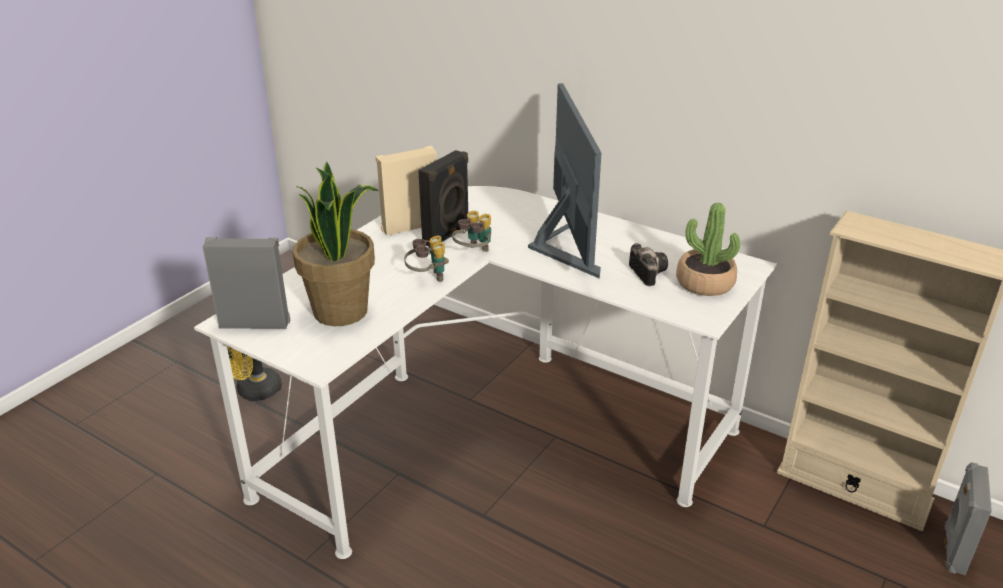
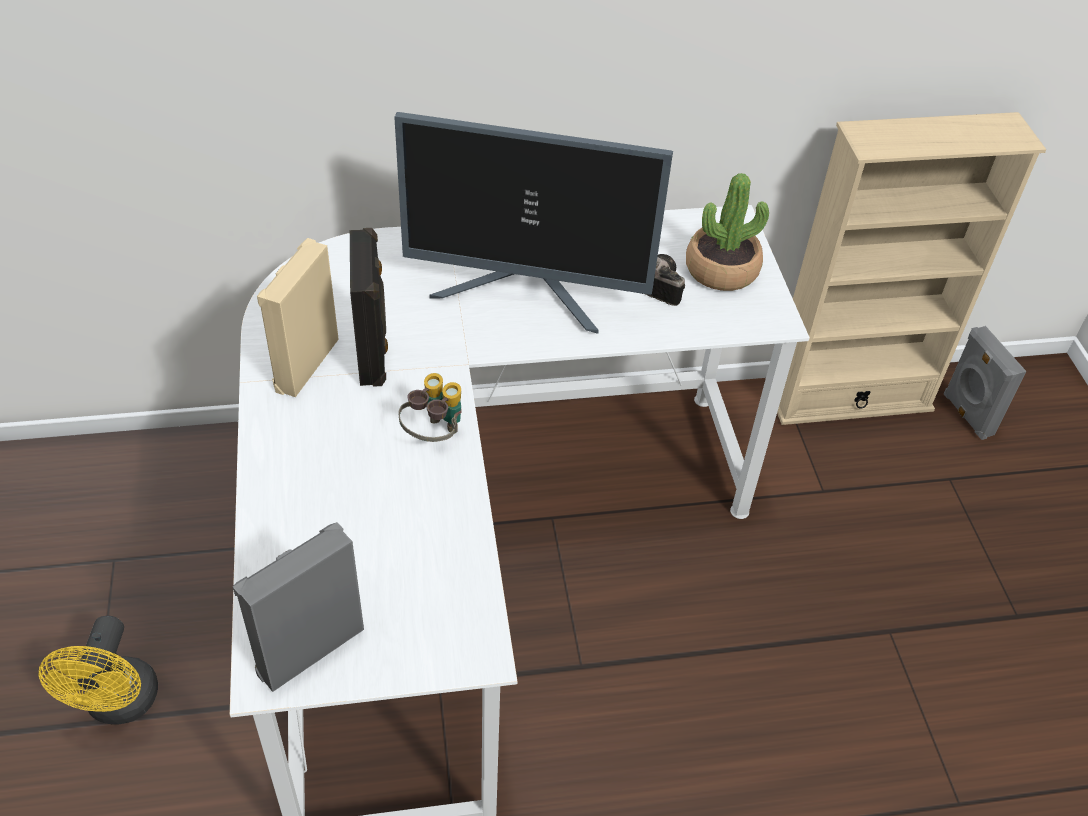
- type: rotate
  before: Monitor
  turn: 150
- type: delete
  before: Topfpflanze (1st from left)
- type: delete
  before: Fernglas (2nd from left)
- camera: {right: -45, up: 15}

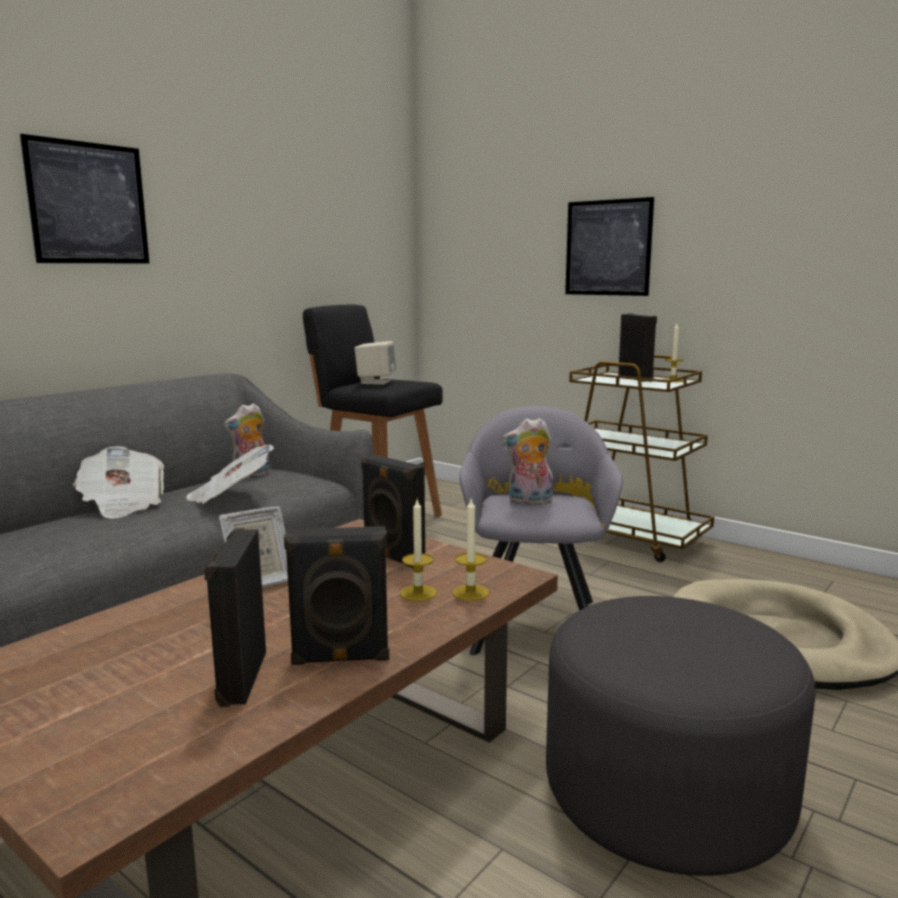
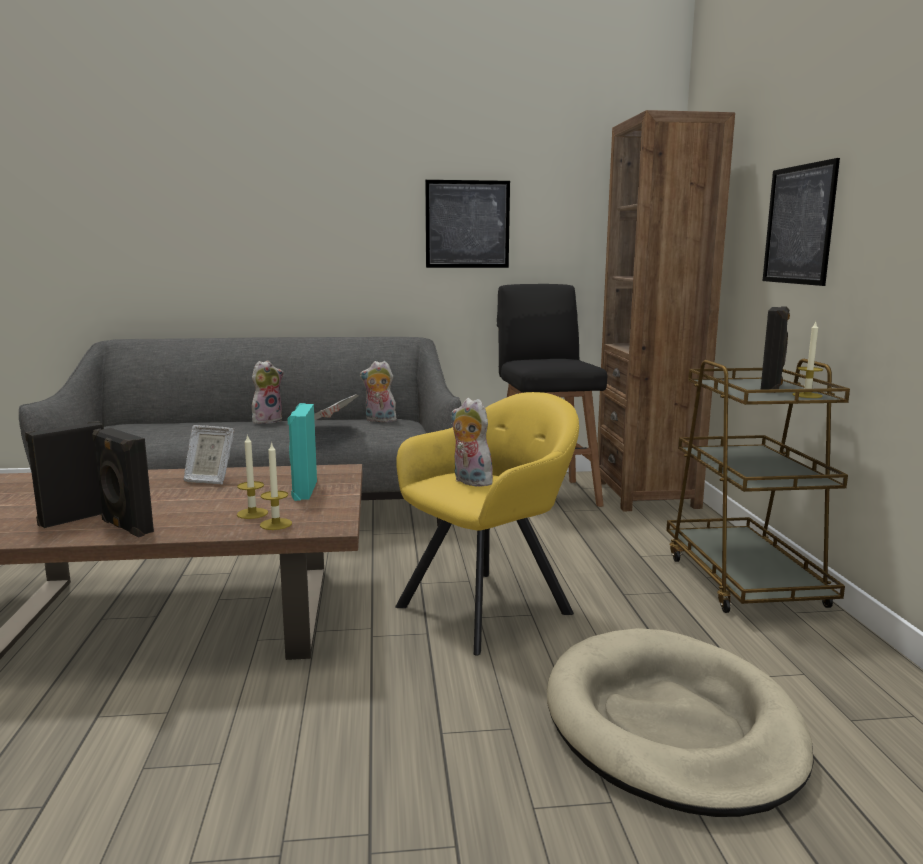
- type: move
  before: Bild (1st from left)
- type: delete
  before: Lautsprecher (beige)
- type: recolor
  before: Sessel (grau)
  after: Sessel (gelb)
- type: replace
  before: Zeitung (1st from left)
  after: Plüschtier (1st from left)
- type: recolor
  before: Lautsprecher (schwarz) (3rd from left)
  after: Lautsprecher (türkis)
- type: delete
  before: Polsterhocker (grau)
- type: insert
  after: Bücherregal (braun)
- camera: {right: 45, up: 0}

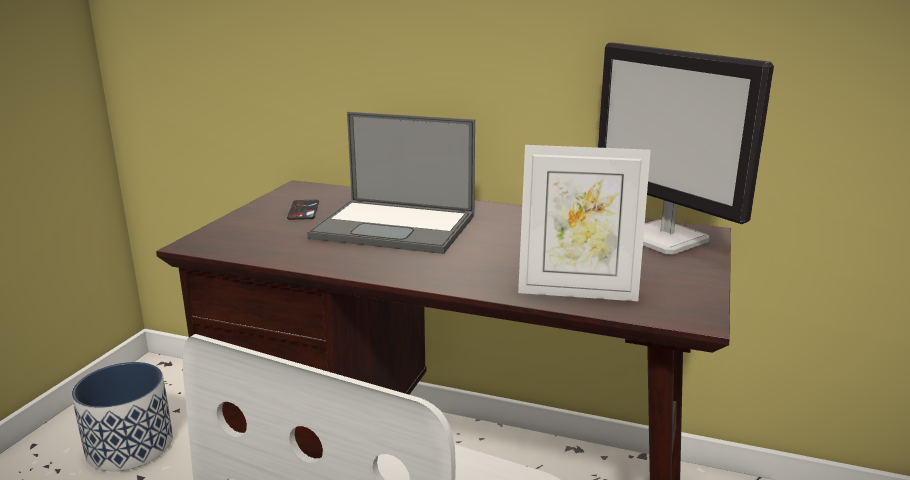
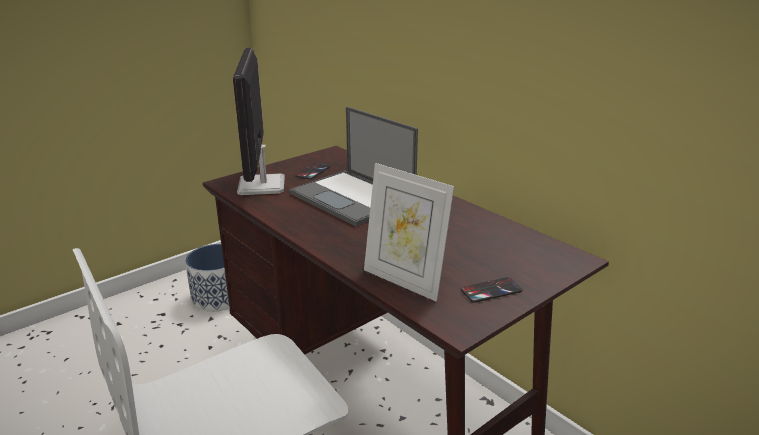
- type: move
  before: Monitor
- type: insert
  after: Handy (2nd from left)
- camera: {right: 30, up: 5}

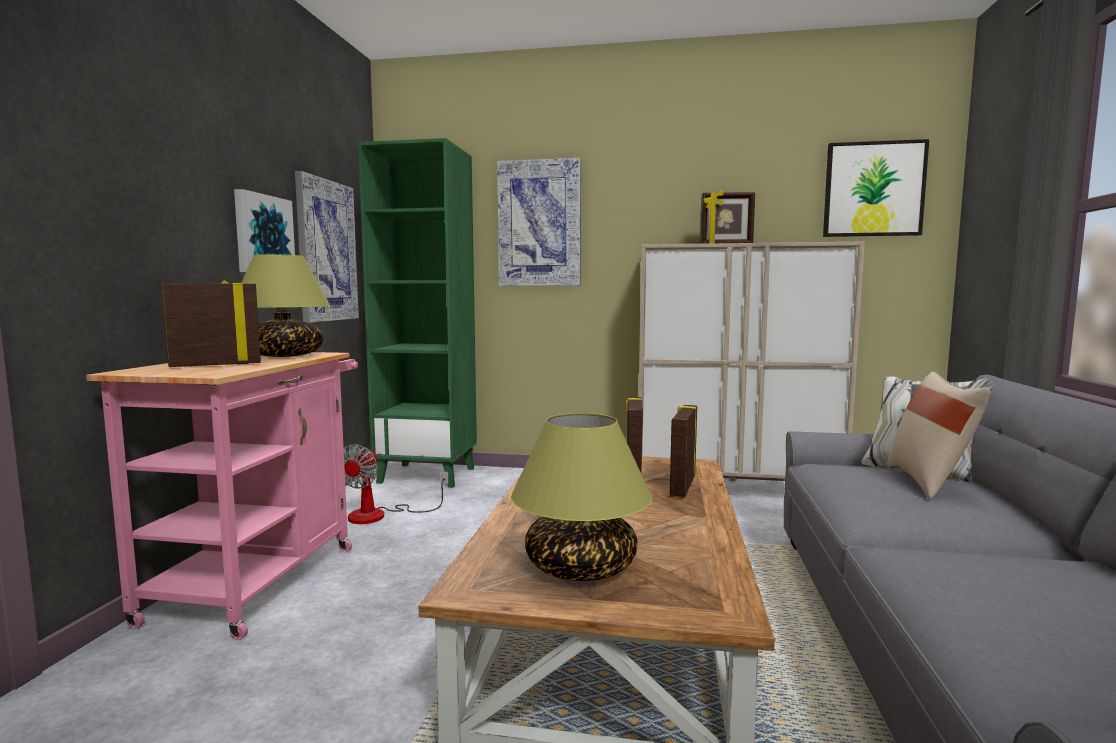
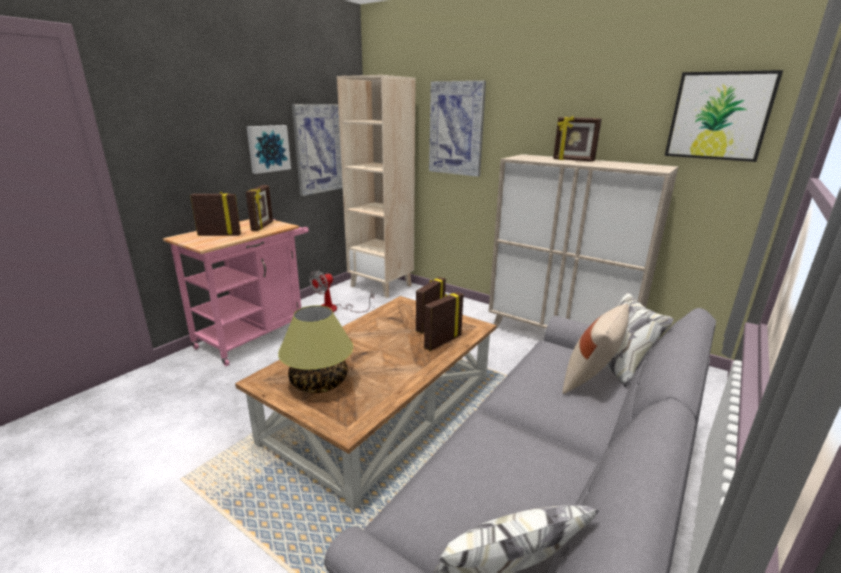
- type: recolor
  before: Bücherregal (grün)
  after: Bücherregal (beige)
- type: replace
  before: Tischlampe (1st from left)
  after: Bilderrahmen (2nd from left)
- camera: {right: 25, up: 15}

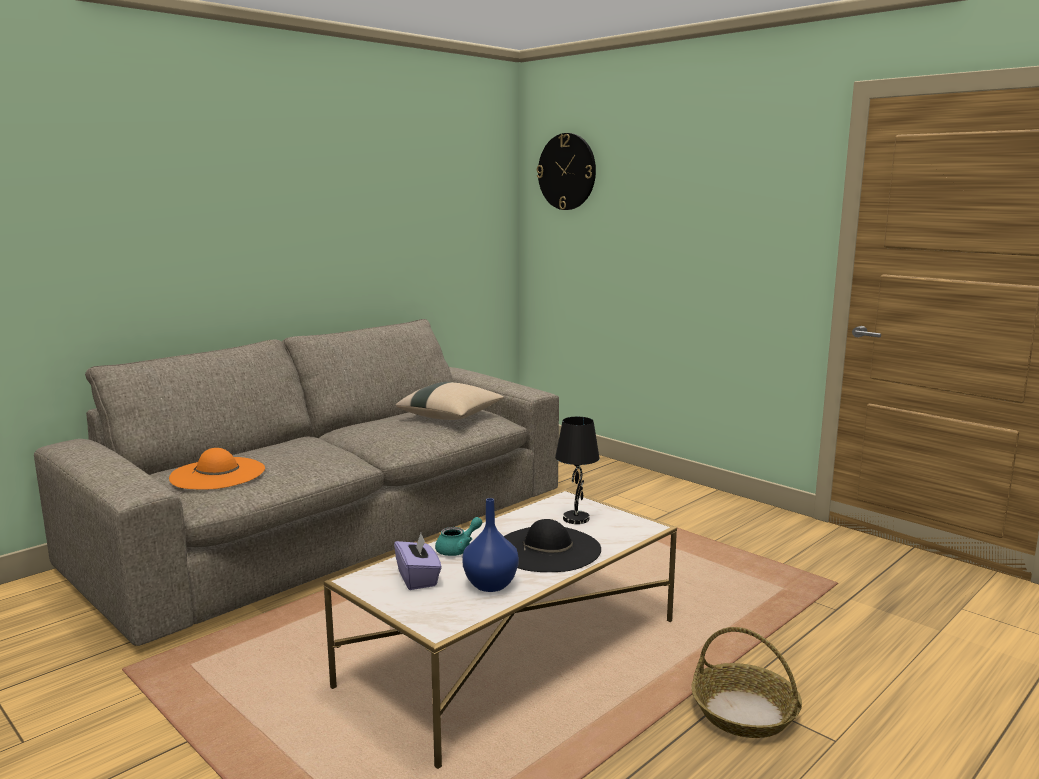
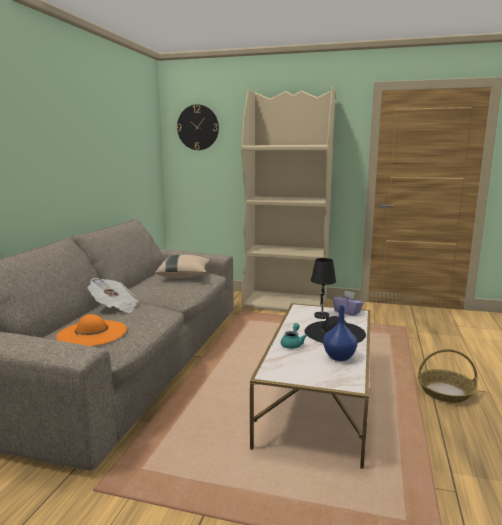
- type: move
  before: Taschentuchbox (lila)
- type: insert
  after: Bücherregal (beige)
- type: insert
  after: Zeitung
- camera: {right: -30, up: 0}

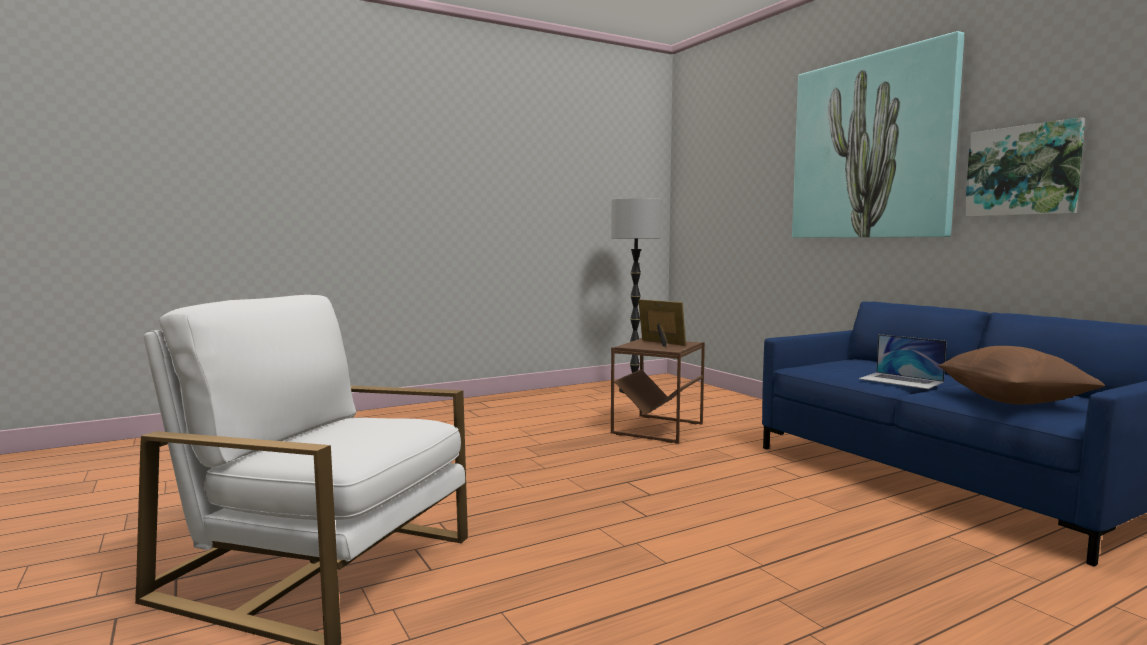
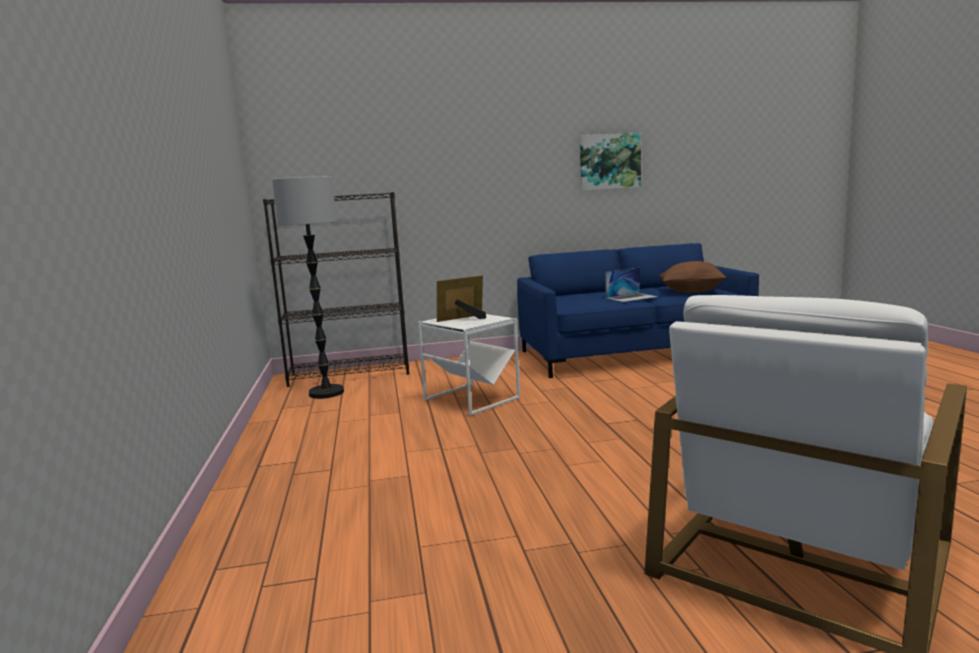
- type: delete
  before: Bild (1st from left)
- type: recolor
  before: Beistelltisch (braun)
  after: Beistelltisch (weiß)
- type: insert
  after: Bücherregal (schwarz)
- camera: {right: -70, up: 5}

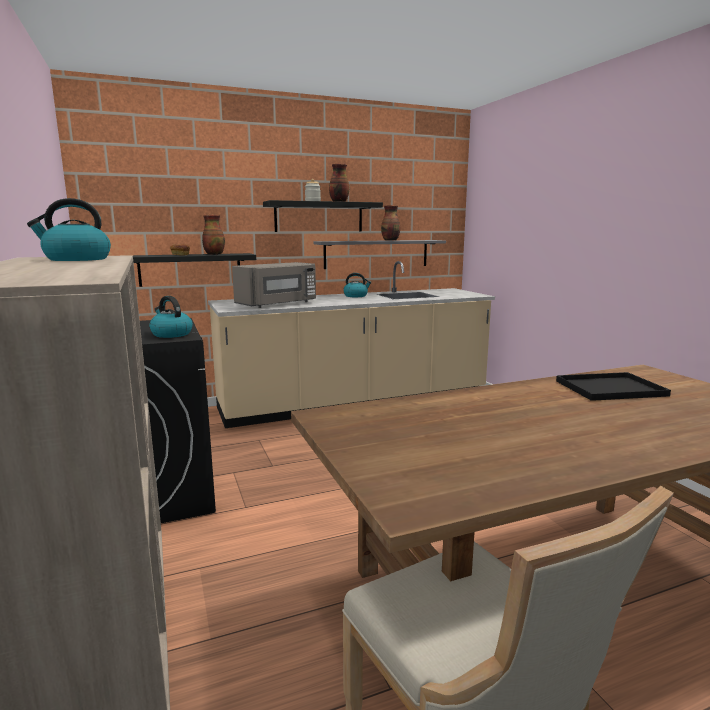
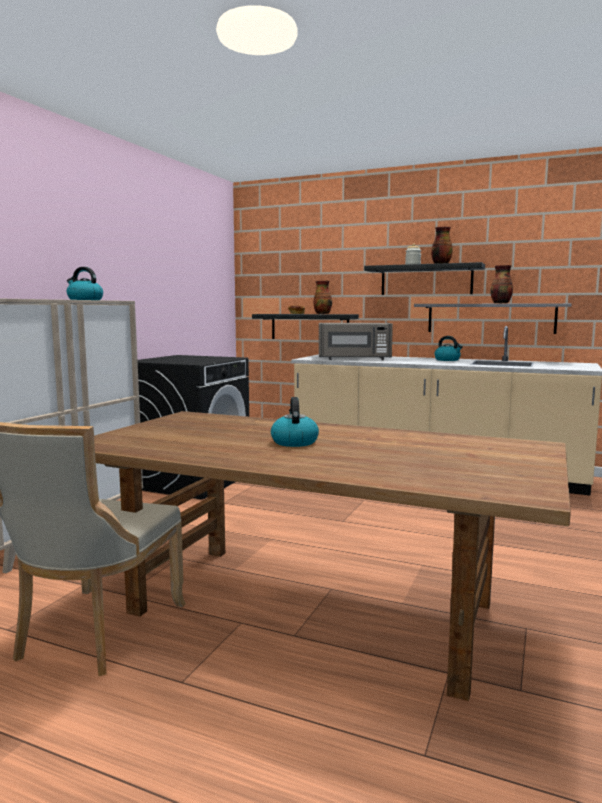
- type: move
  before: Wasserkessel (2nd from left)
- type: delete
  before: Tablett (schwarz)
- camera: {right: 45, up: -5}

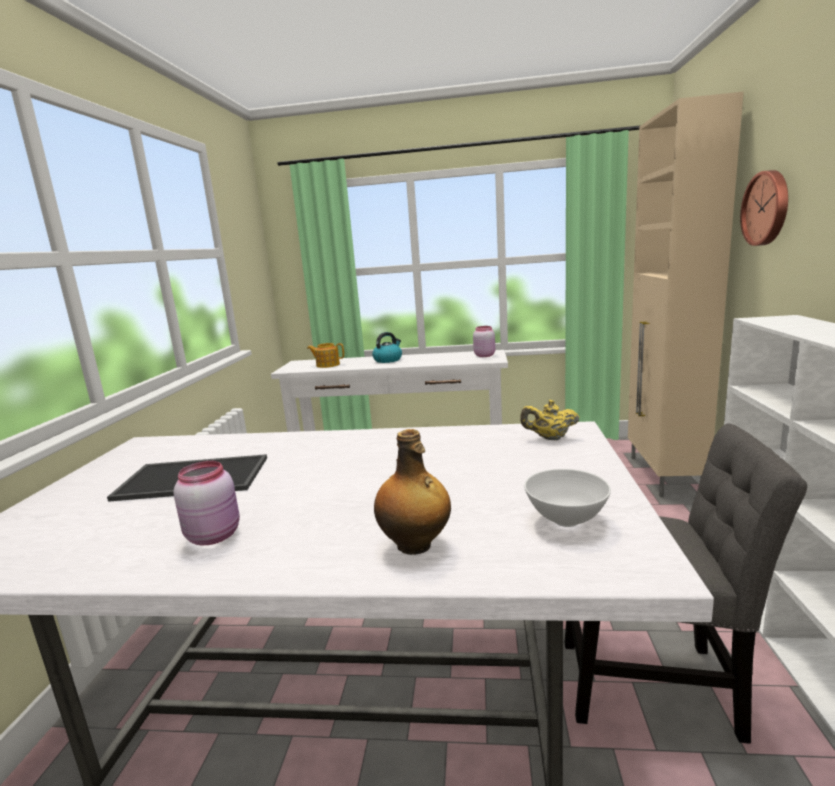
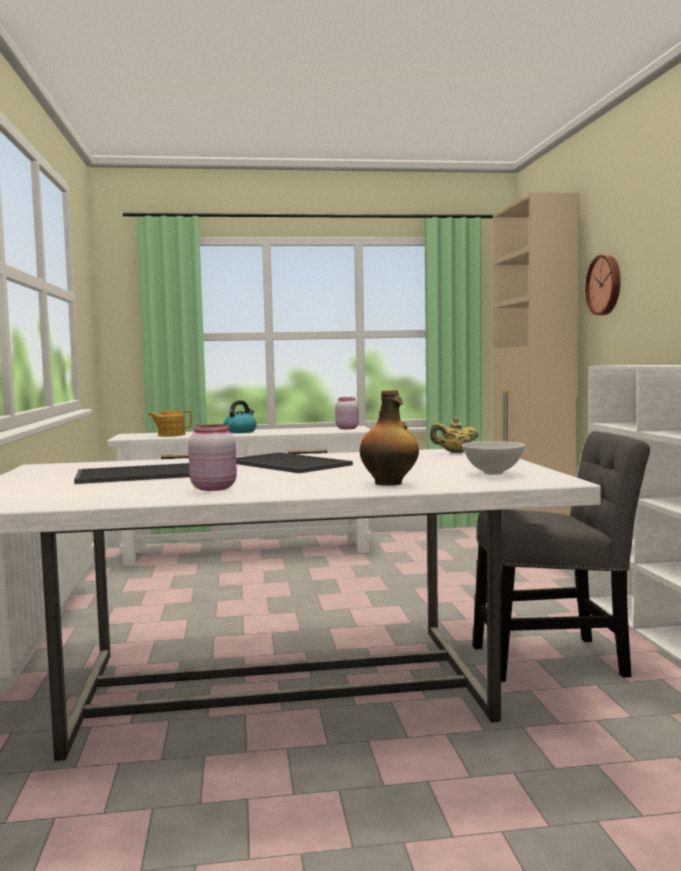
- type: insert
  after: Tablett (2nd from left)
- camera: {right: -15, up: -10}

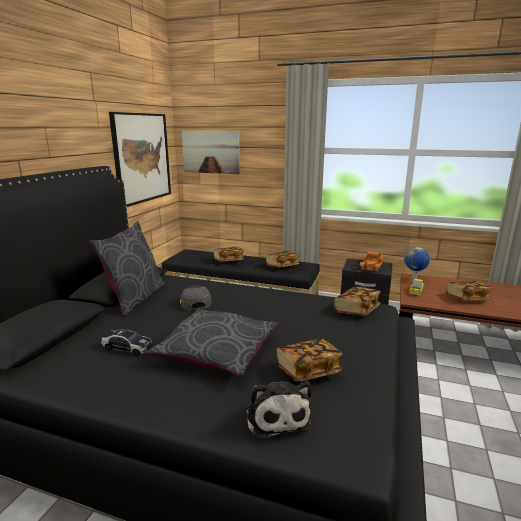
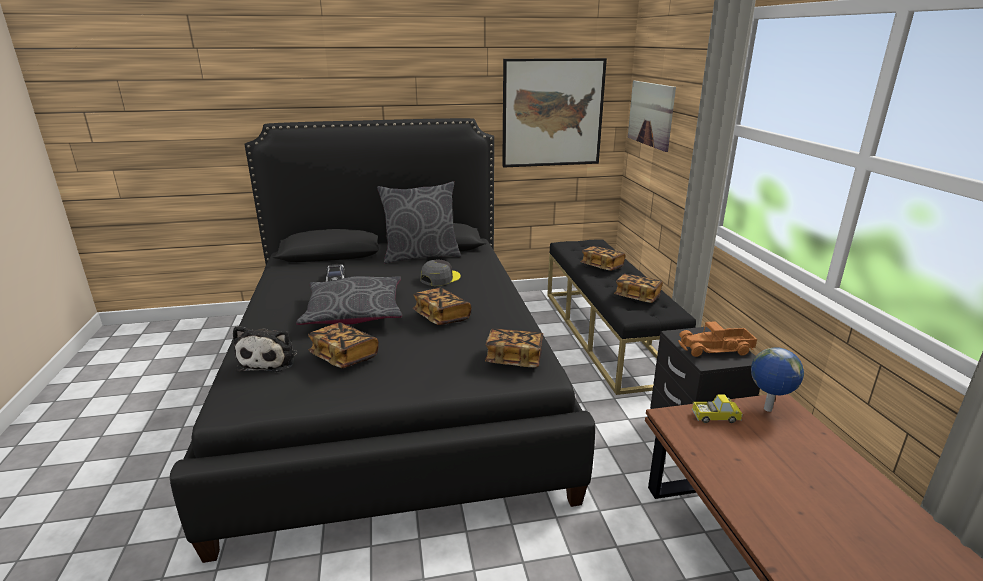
- type: move
  before: Buch (5th from left in the first image)
  after: Buch (2nd from left)
- type: rotate
  before: Plüschtier
  turn: -45
- camera: {right: 60, up: 5}

